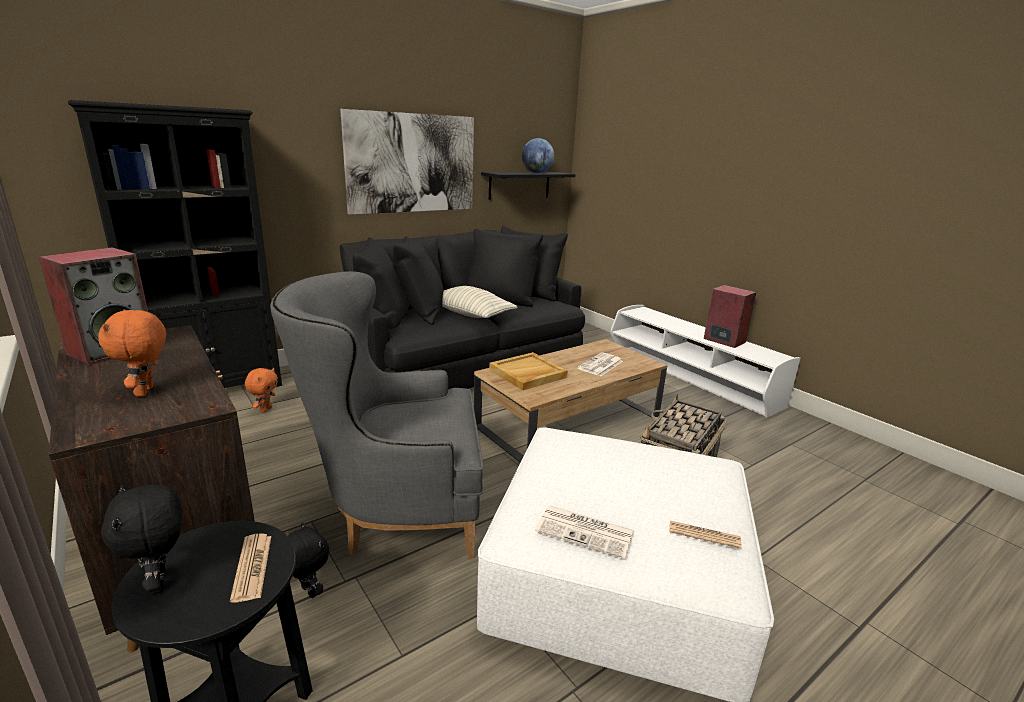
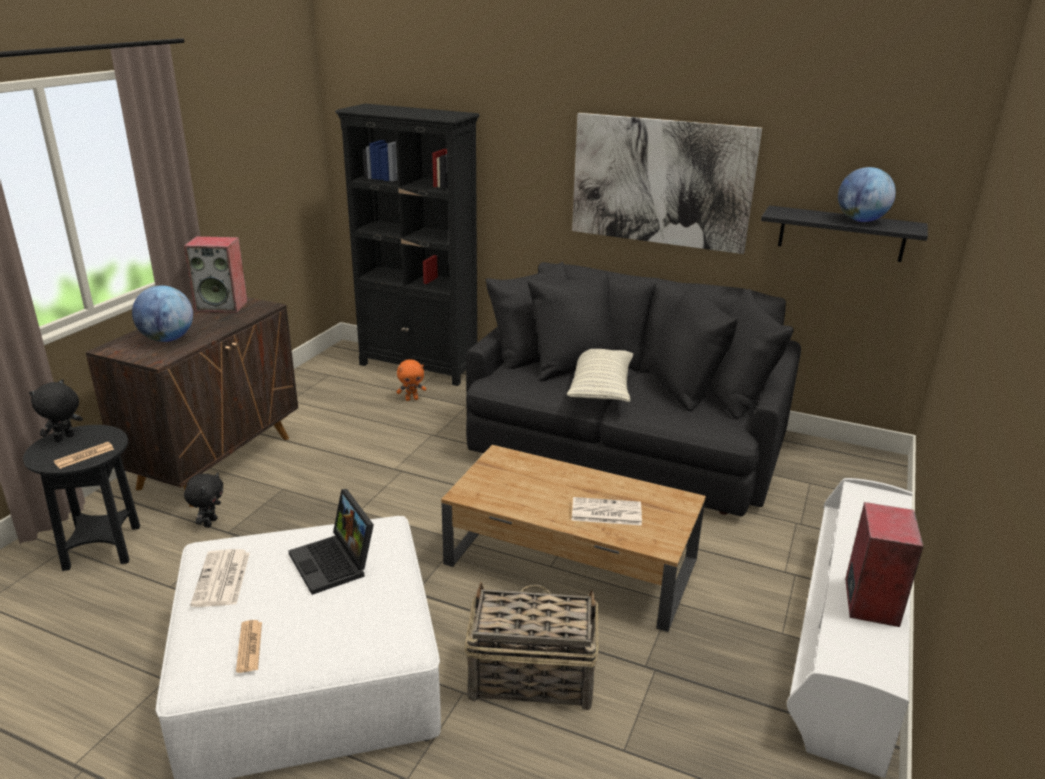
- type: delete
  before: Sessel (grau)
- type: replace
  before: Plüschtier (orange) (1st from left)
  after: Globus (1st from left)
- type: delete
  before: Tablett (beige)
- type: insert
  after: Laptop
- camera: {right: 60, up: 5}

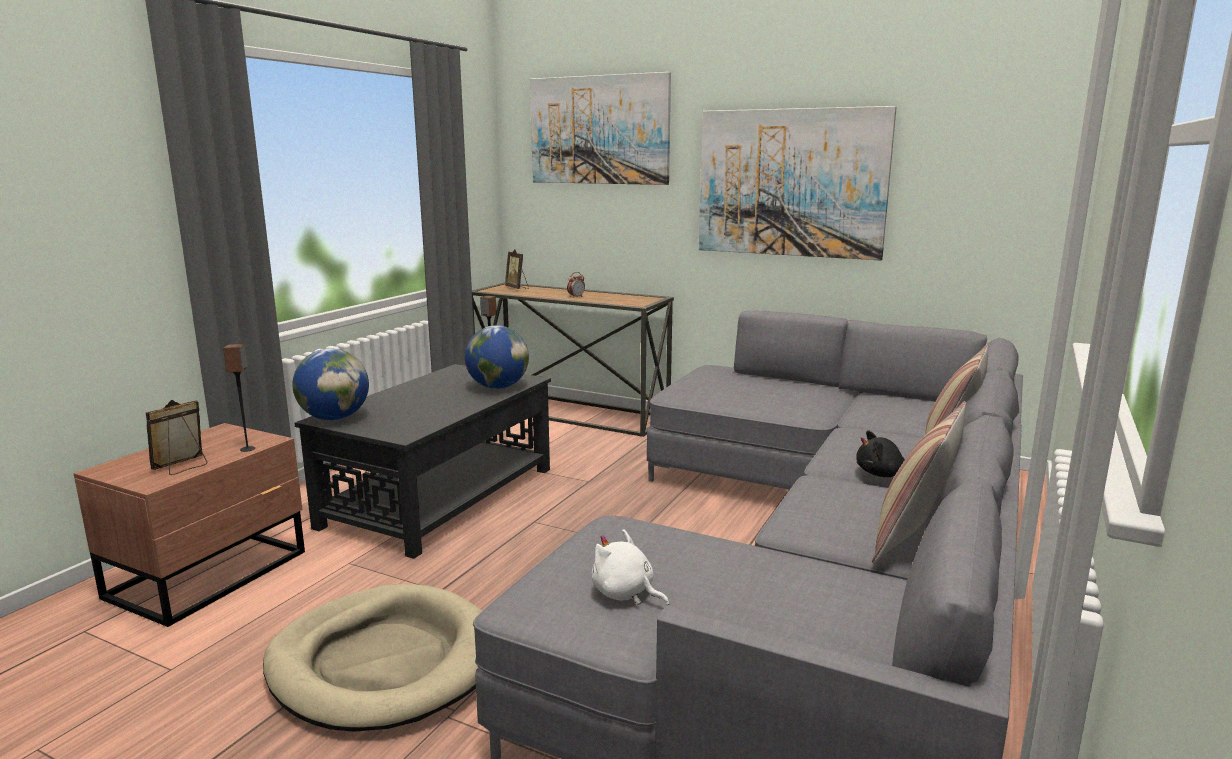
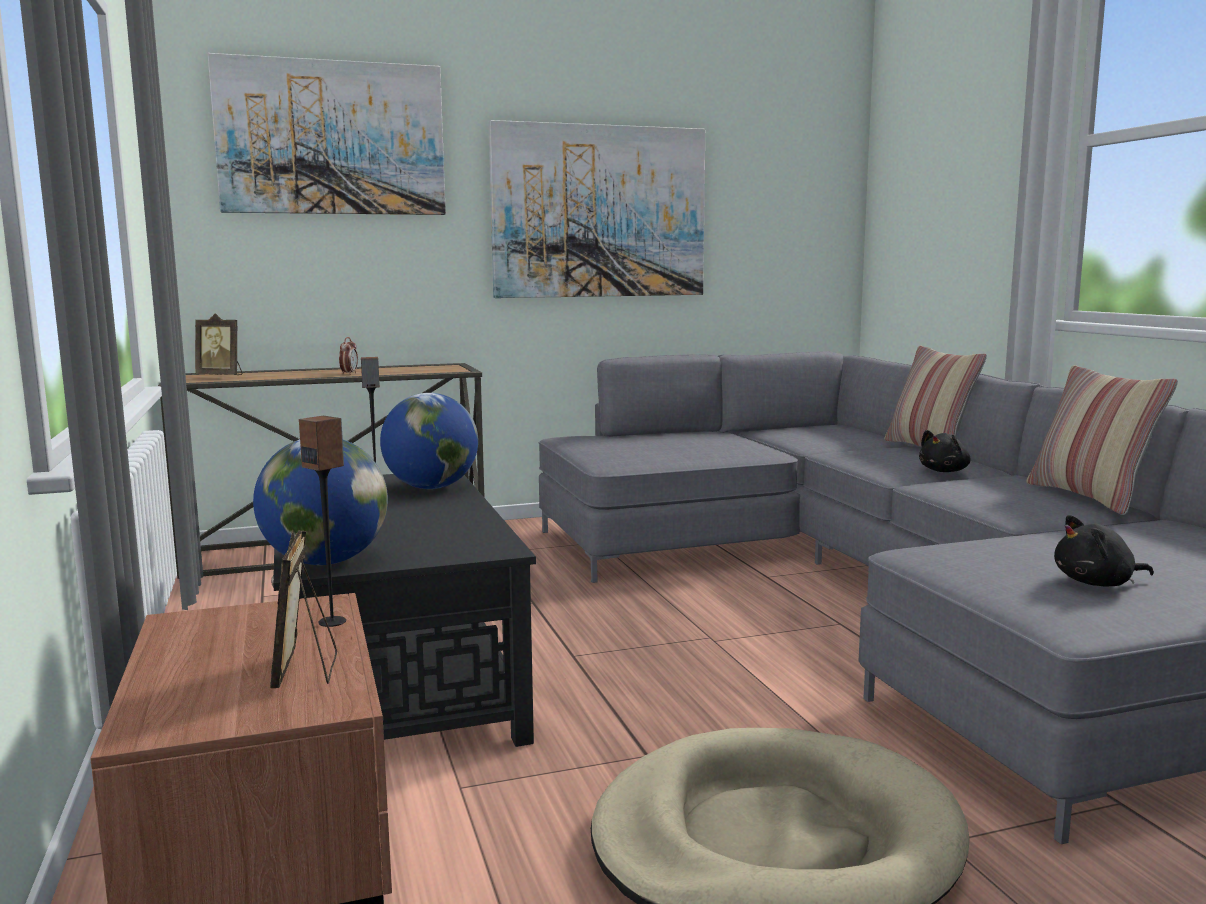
- type: recolor
  before: Plüschtier (weiß)
  after: Plüschtier (schwarz) (2nd from left)
- camera: {right: -45, up: -5}

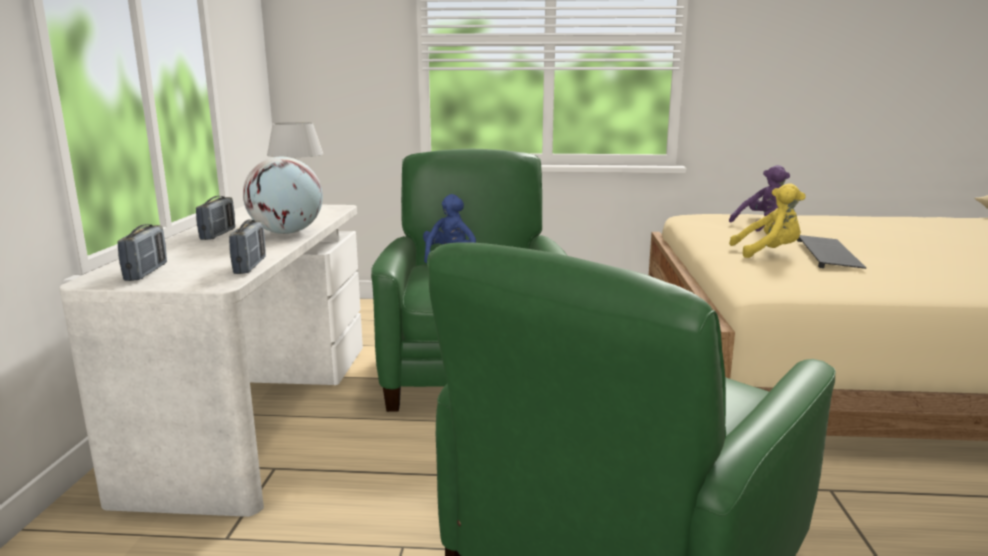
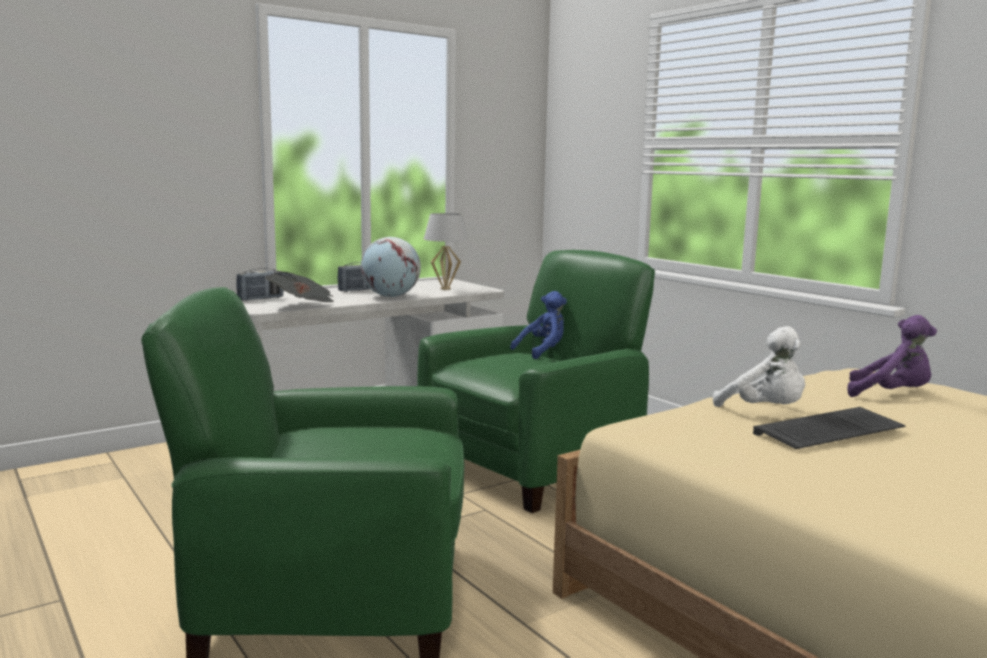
- type: recolor
  before: Plüschtier (gelb)
  after: Plüschtier (weiß)
- type: replace
  before: Radio (3rd from left)
  after: Zeitung
- camera: {right: 50, up: -5}

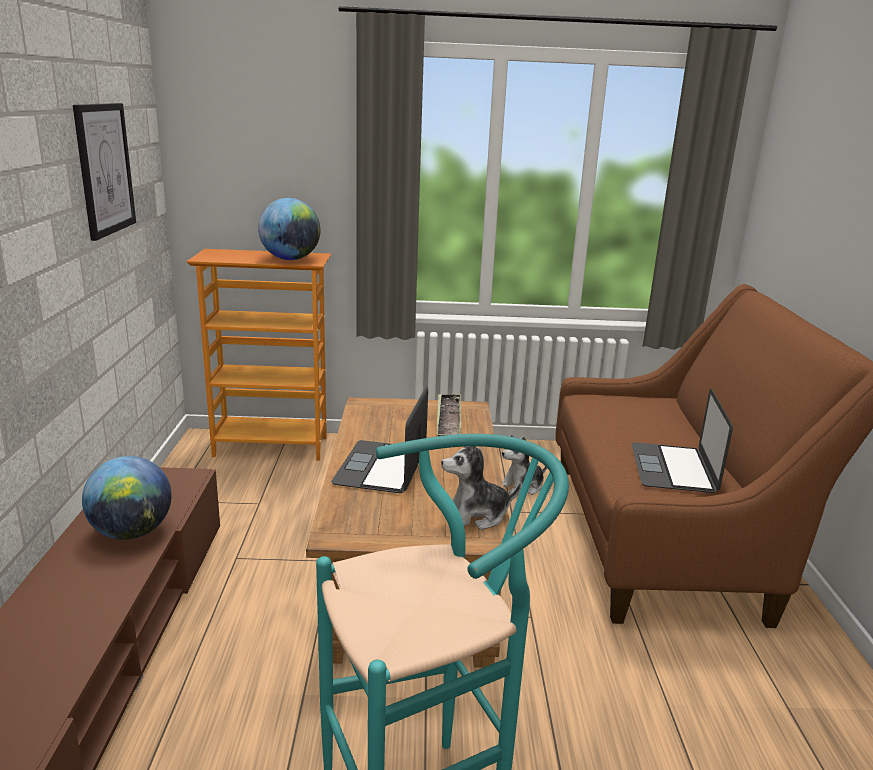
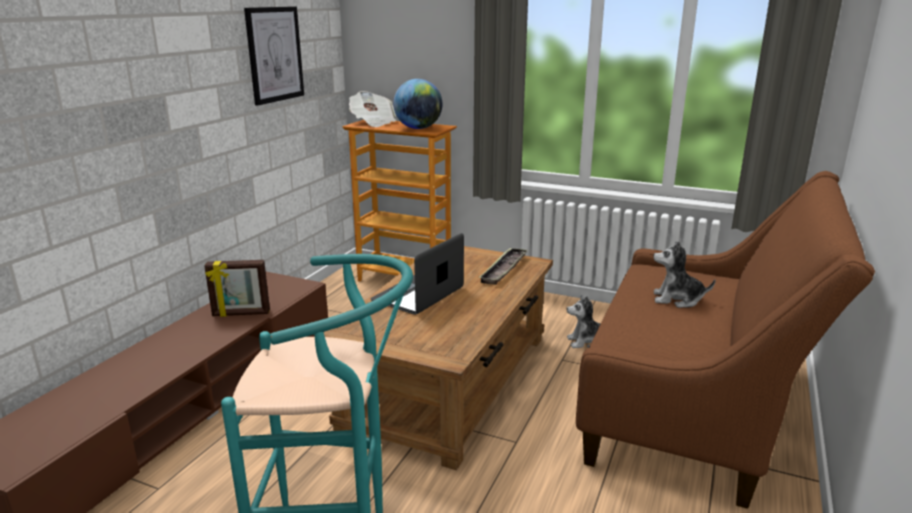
- type: delete
  before: Laptop (2nd from left)
- type: move
  before: Plüschtier (1st from left in the first image)
  after: Plüschtier (2nd from left)
- type: replace
  before: Globus (1st from left)
  after: Bilderrahmen
- type: insert
  after: Zeitung
- camera: {right: 25, up: 0}

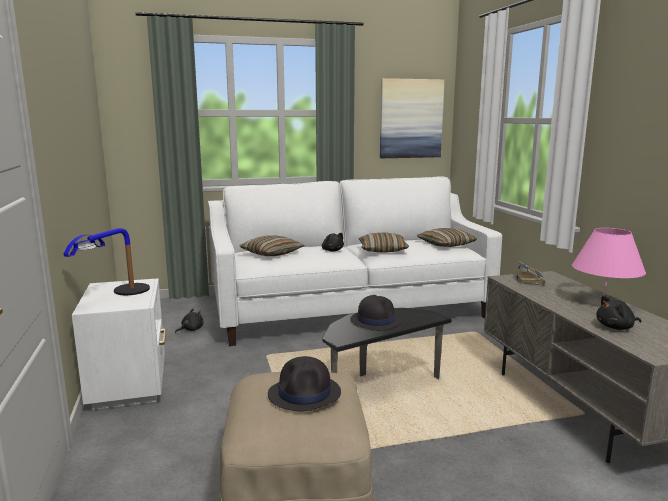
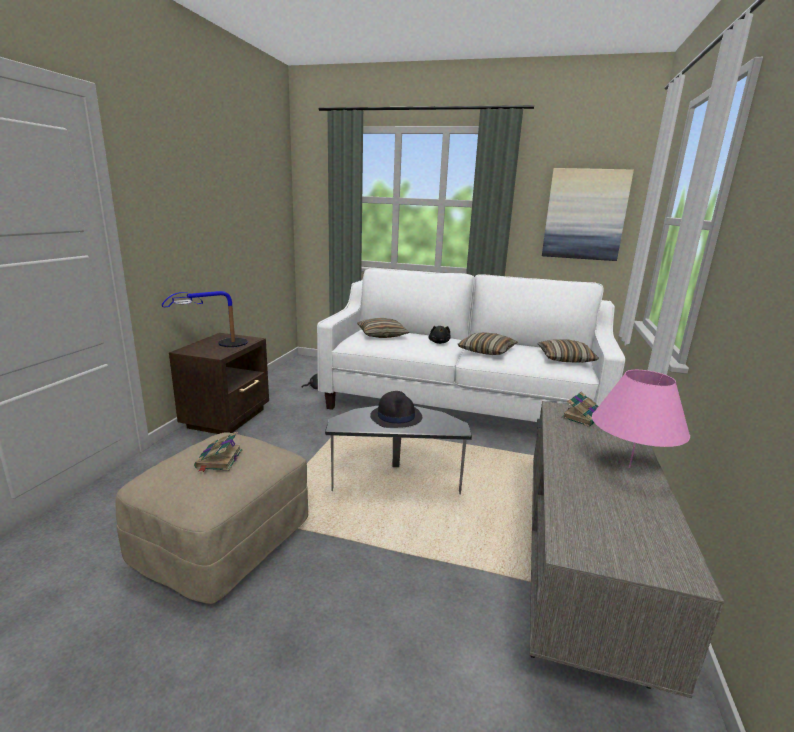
- type: recolor
  before: Nachttisch (weiß)
  after: Nachttisch (braun)
- type: delete
  before: Plüschtier (schwarz) (3rd from left)
- type: replace
  before: Hut (schwarz) (1st from left)
  after: Buch (1st from left)
- camera: {right: 30, up: 5}

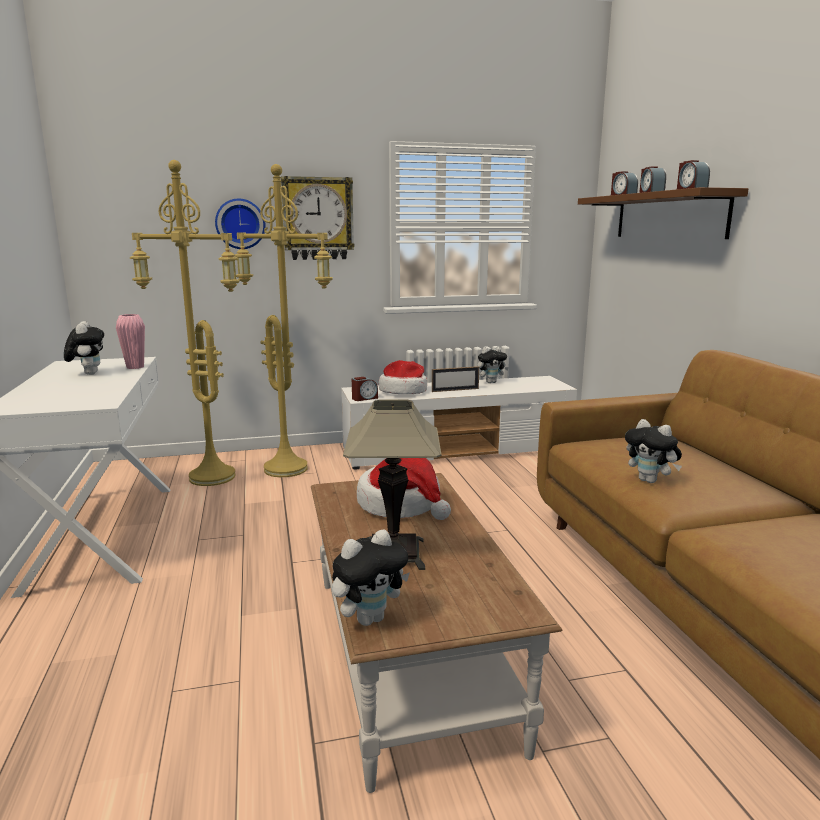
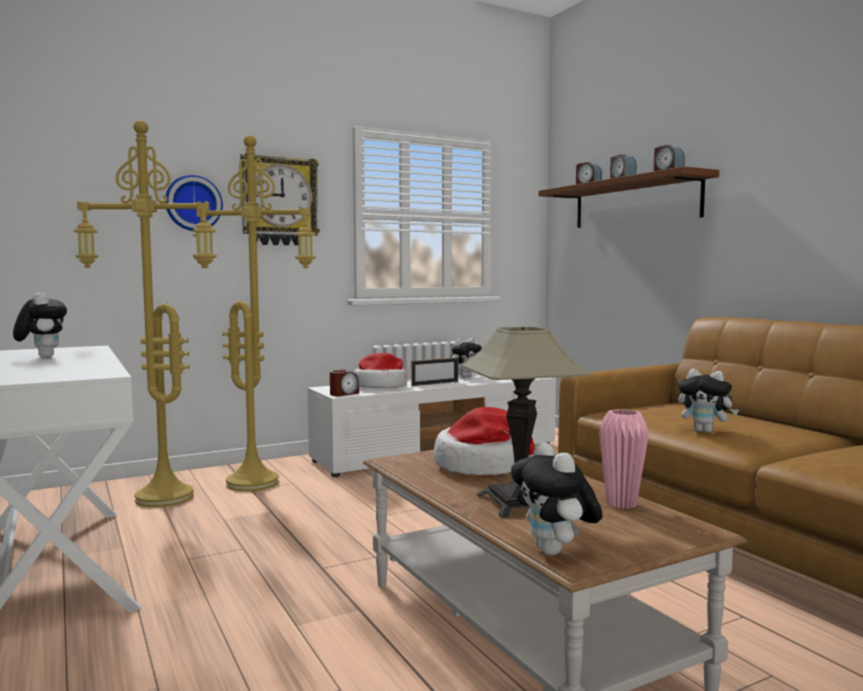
- type: move
  before: Vase (rosa)
- type: rotate
  before: Plüschtier (2nd from left in the first image)
  turn: 120
- camera: {right: -15, up: -10}

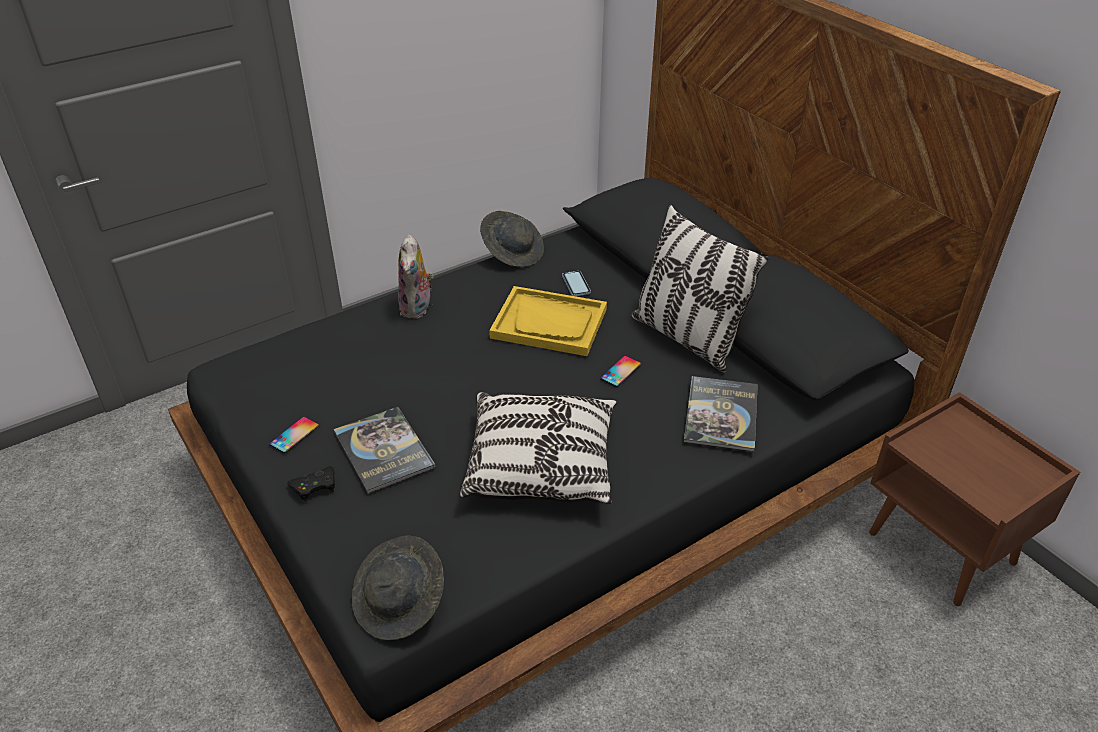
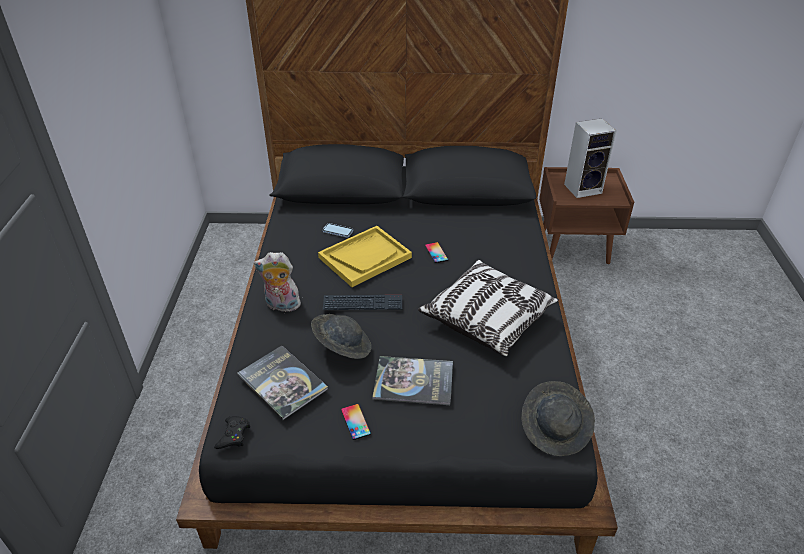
- type: delete
  before: Kissen (2nd from left)
- type: move
  before: Hut (grau) (2nd from left in the first image)
  after: Hut (grau) (1st from left)
- type: rotate
  before: Plüschtier
  turn: 150
- type: move
  before: Buch (2nd from left in the first image)
  after: Buch (1st from left)
- type: move
  before: Gamepad (schwarz)
- type: insert
  after: Lautsprecher
- type: insert
  after: Tastatur
- camera: {right: -55, up: 0}

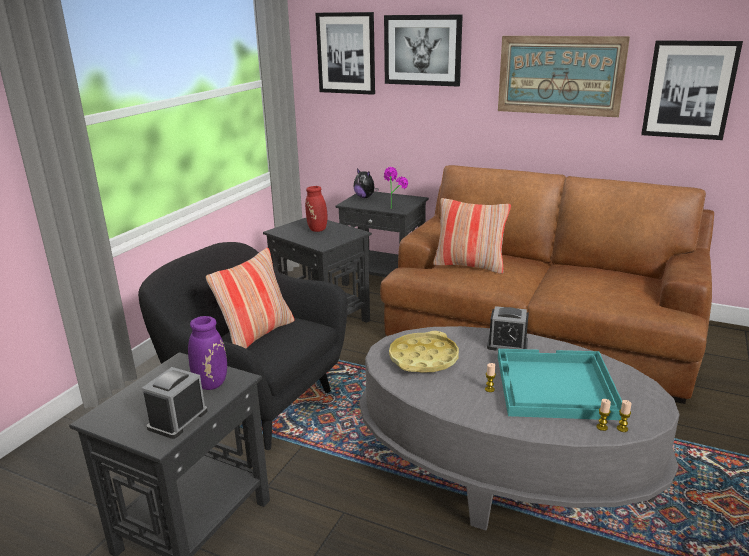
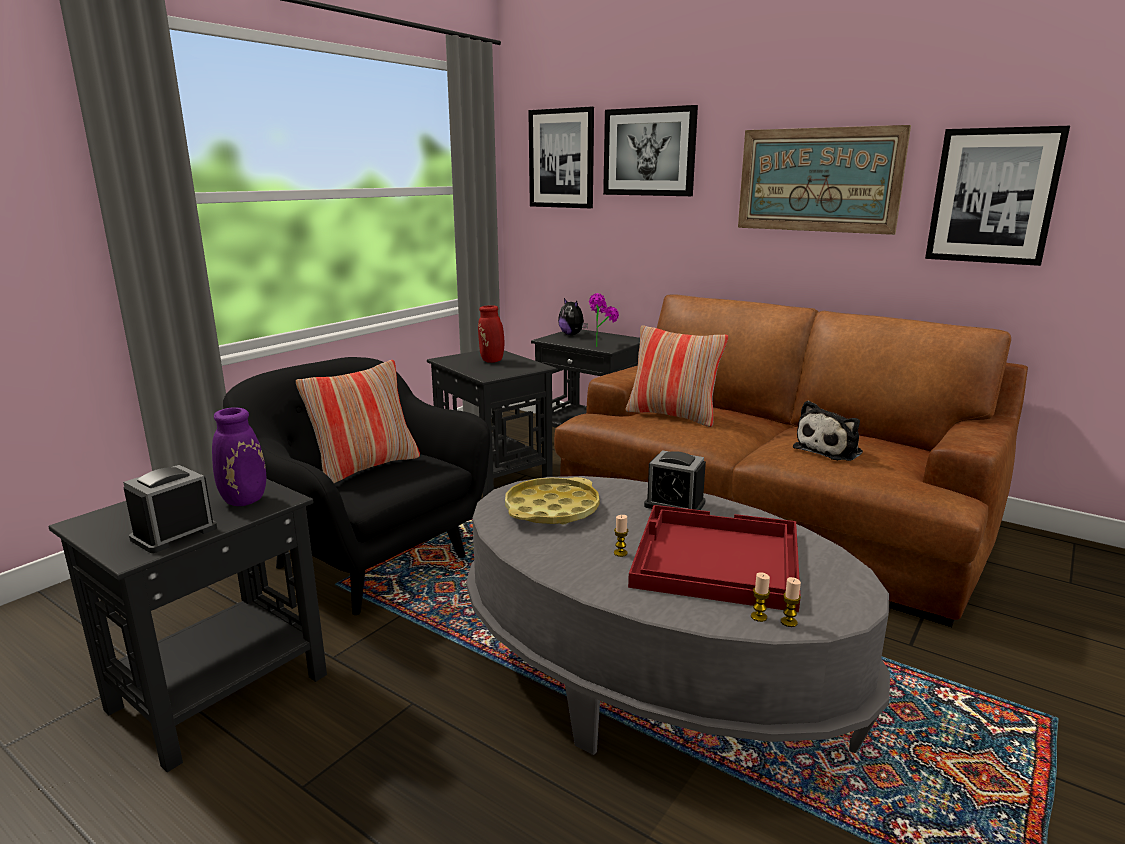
- type: recolor
  before: Tablett (türkis)
  after: Tablett (rot)
- type: insert
  after: Plüschtier (2nd from left)
- camera: {right: 10, up: -5}

